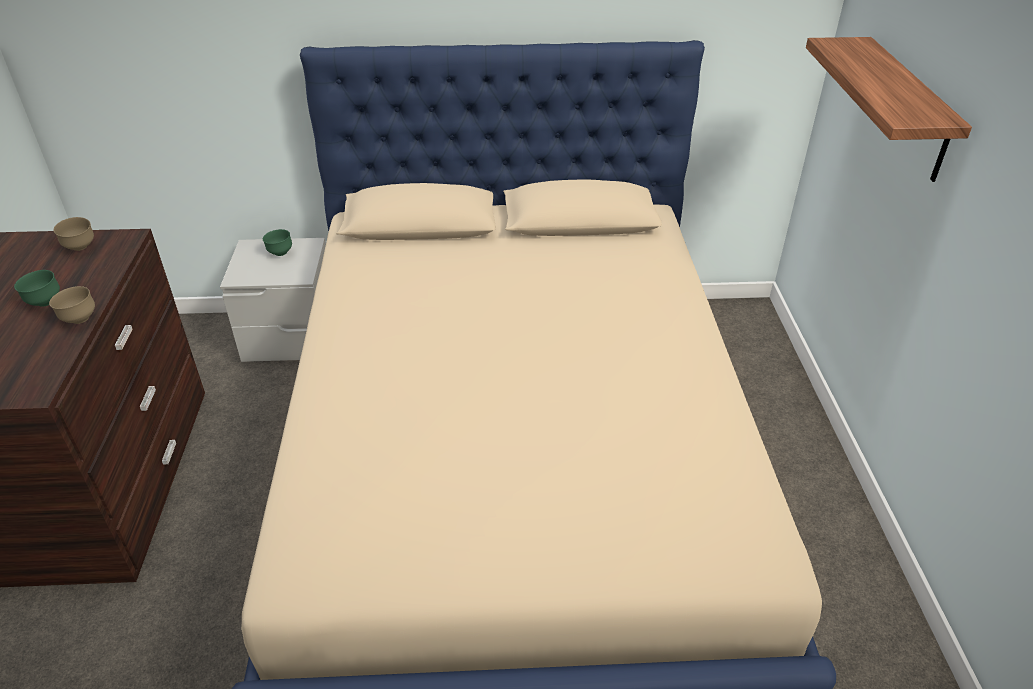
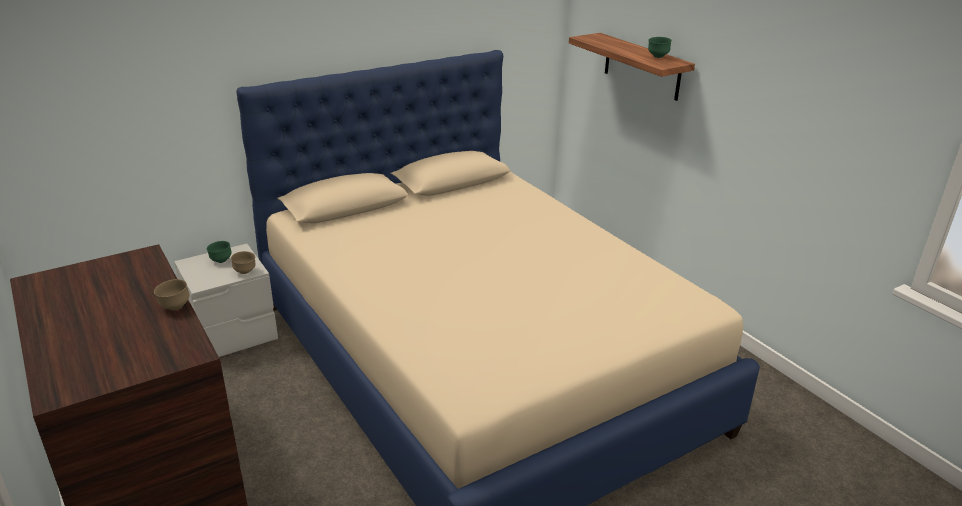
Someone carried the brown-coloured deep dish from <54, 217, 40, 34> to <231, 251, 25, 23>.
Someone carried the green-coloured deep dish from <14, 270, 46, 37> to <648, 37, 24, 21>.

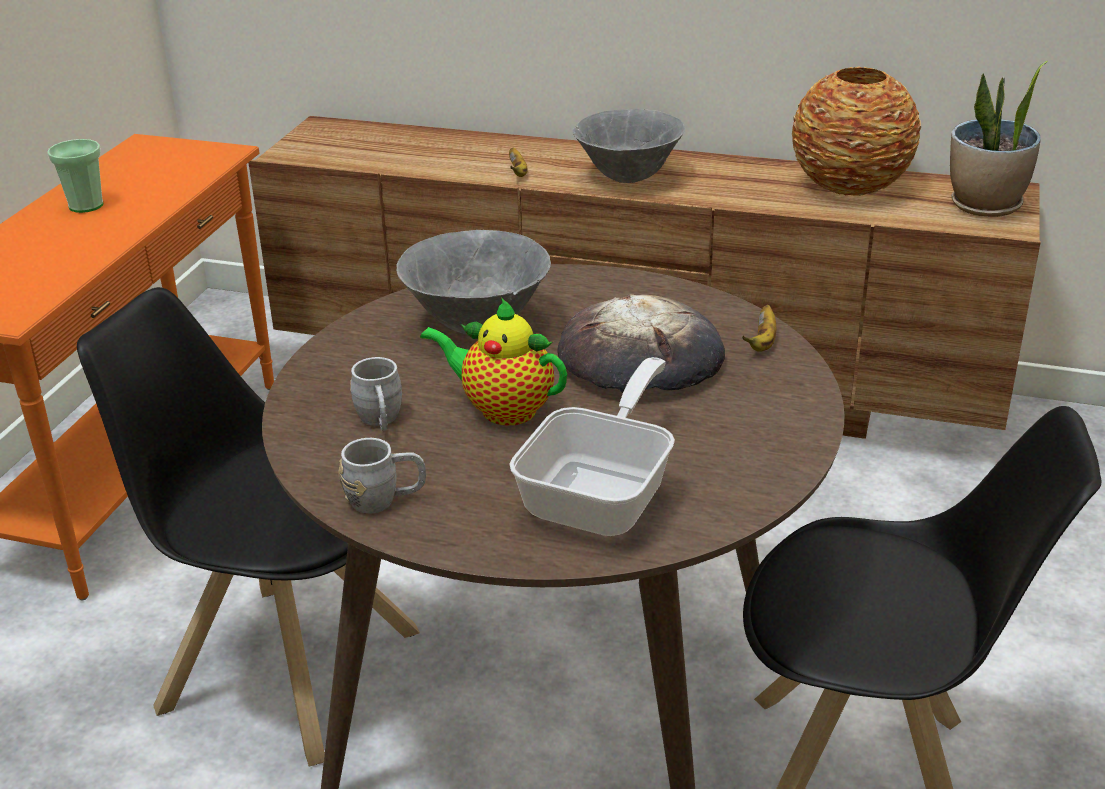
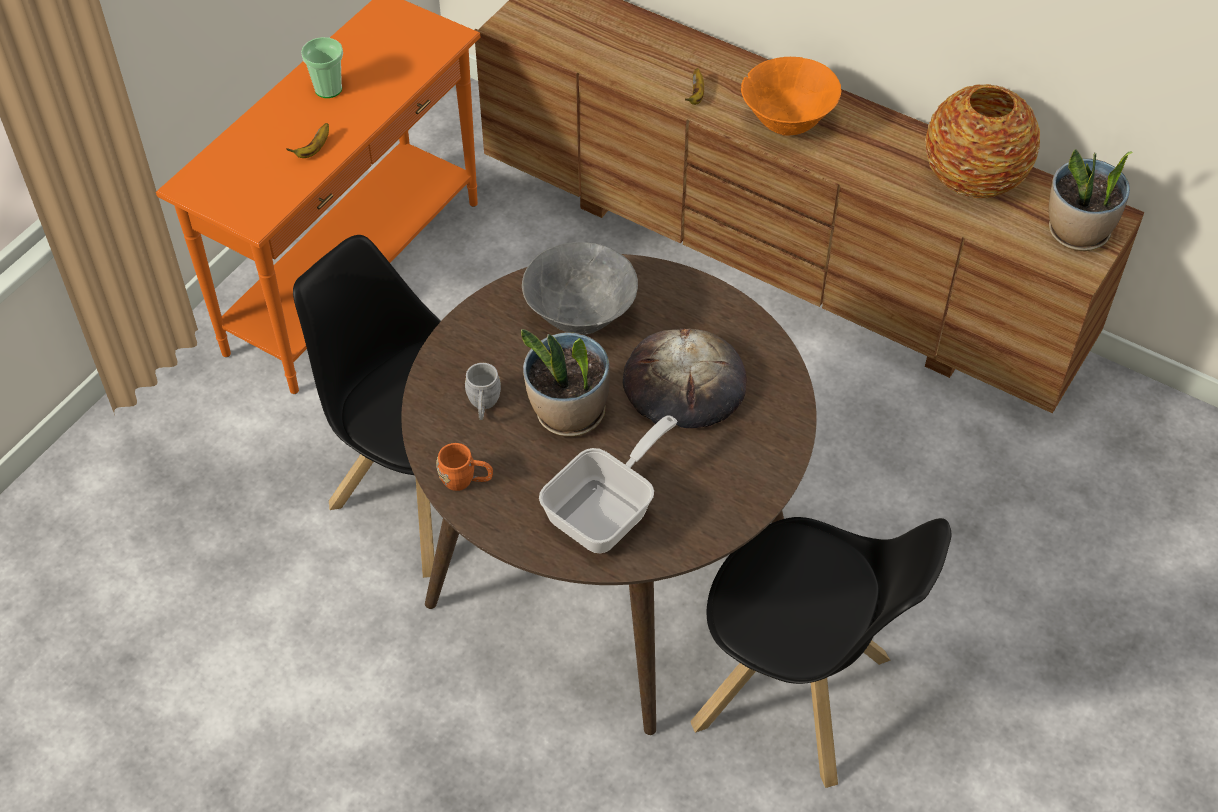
Someone repainted the gray deep dish at <573, 109, 112, 74>, which became the orange deep dish at <741, 57, 100, 79>.
Someone swapped the pot for tea at <420, 298, 147, 128> for the houseplant at <521, 329, 89, 108>.
Someone carried the banana fruit from <742, 305, 34, 46> to <286, 123, 43, 35>.
Someone repainted the gray tea mug at <338, 438, 88, 76>, which became the orange tea mug at <436, 443, 57, 48>.

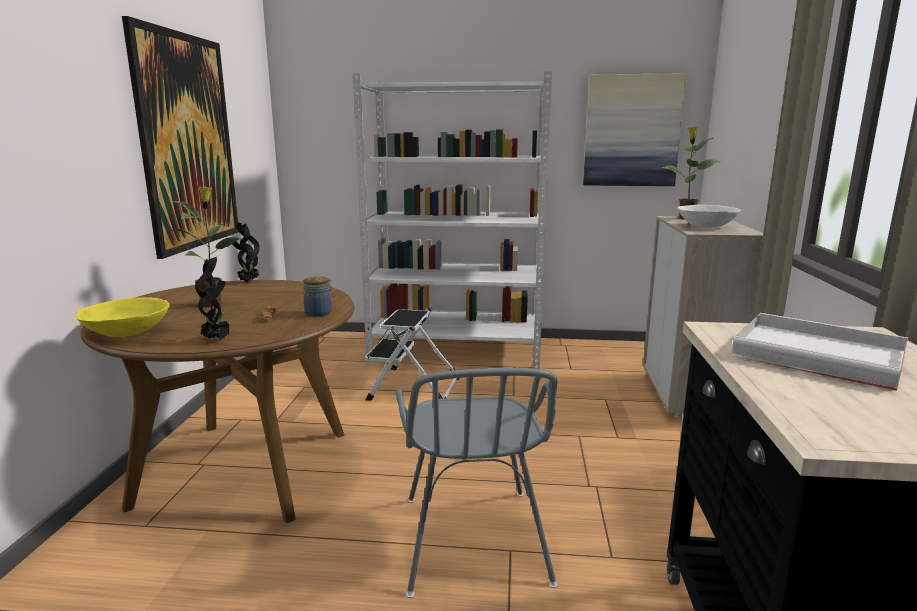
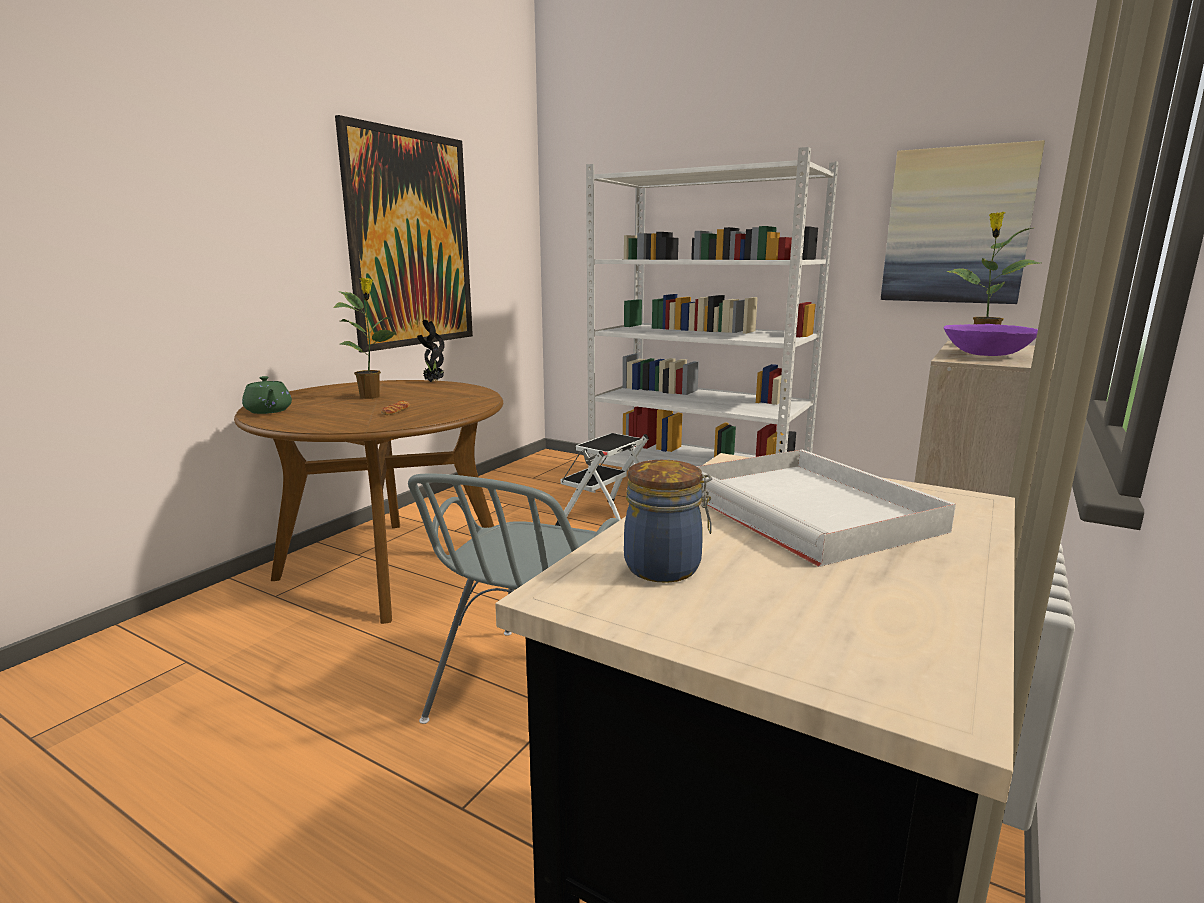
Someone repainted the white-coloured deep dish at <678, 204, 63, 24>, which became the purplish deep dish at <944, 324, 94, 32>.
Someone took away the houseplant at <195, 257, 36, 84>.
Someone carried the storage jar from <303, 276, 31, 41> to <624, 460, 88, 123>.
Someone swapped the yellow-coloured deep dish at <76, 297, 94, 40> for the green-coloured pot for tea at <242, 376, 50, 38>.

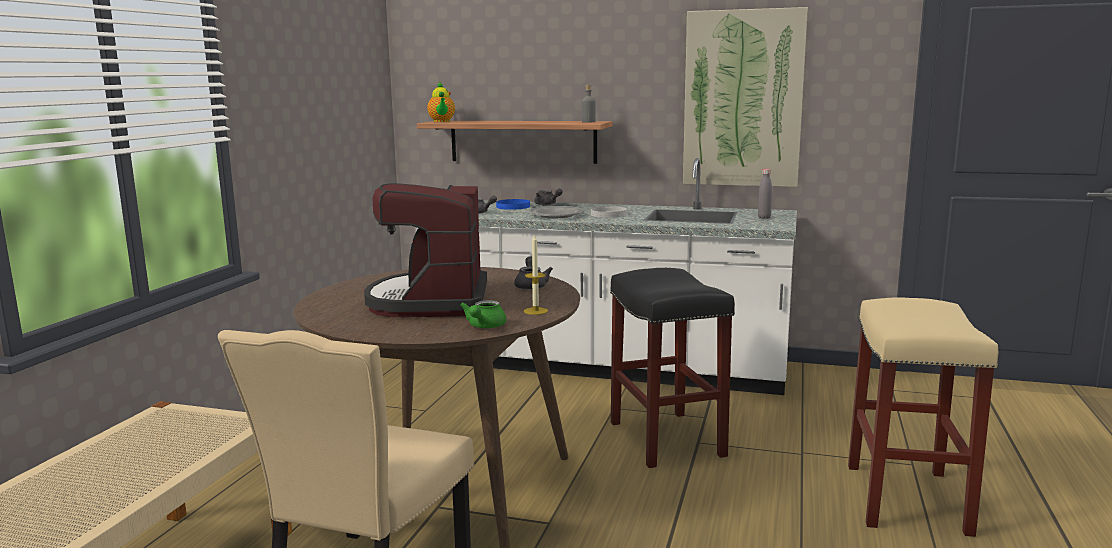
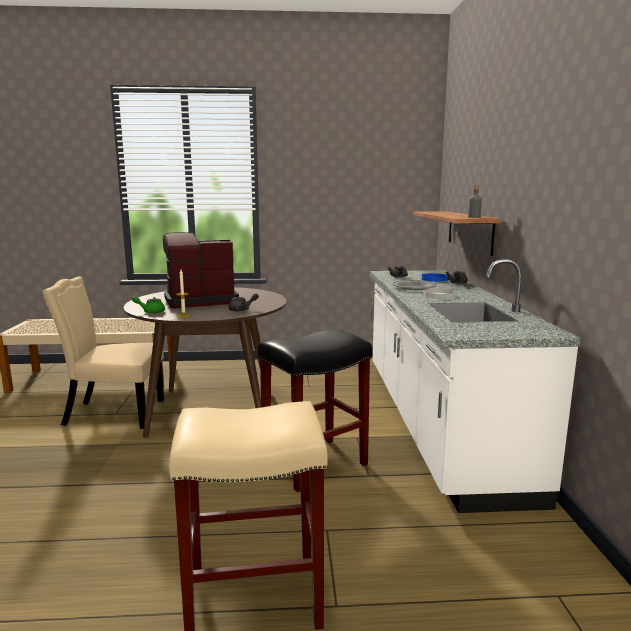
Someone took away the wall art at <683, 7, 125, 180>.
Someone took away the pot for tea at <427, 82, 28, 40>.
Someone took away the gray beverage bottle at <758, 169, 14, 50>.

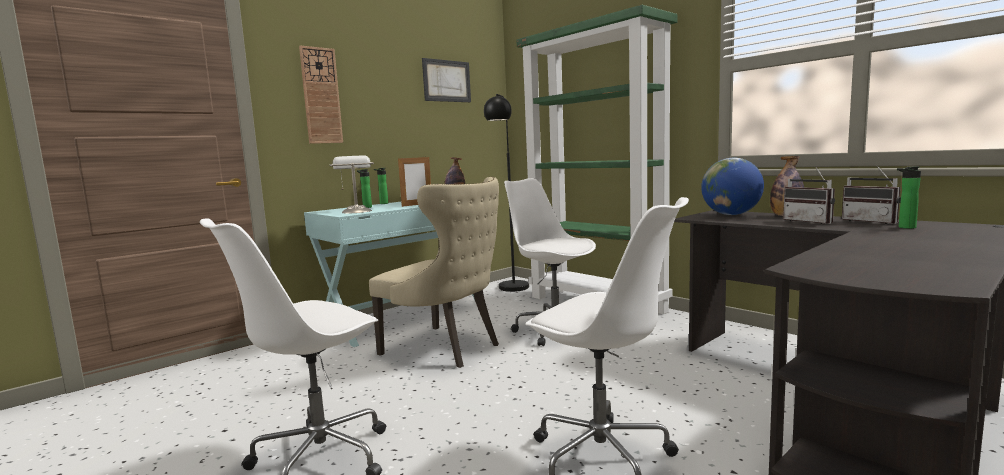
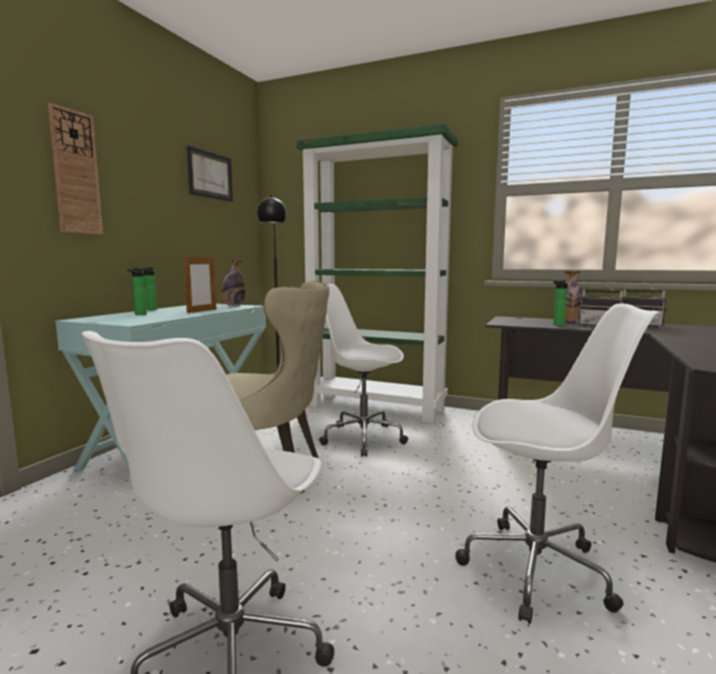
Someone took away the white-coloured table lamp at <329, 156, 45, 57>.
Someone took away the desk globe at <701, 158, 63, 57>.
Someone carried the beverage bottle from <897, 166, 24, 63> to <553, 280, 14, 46>.

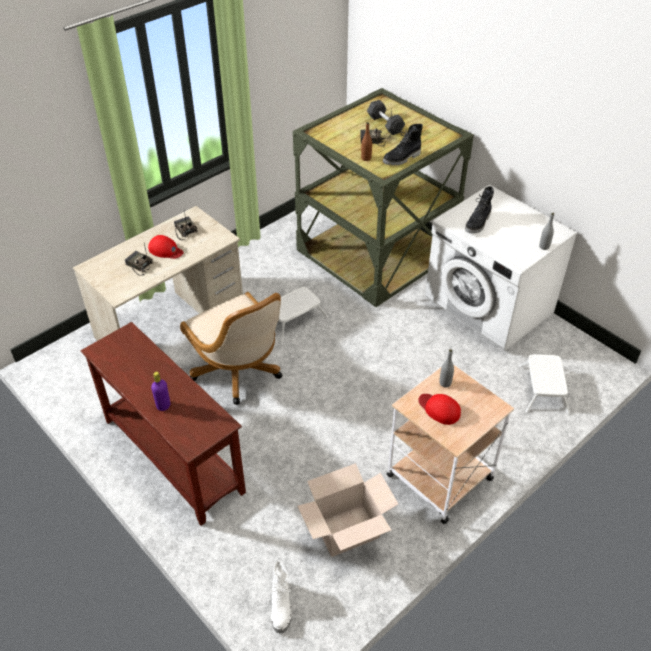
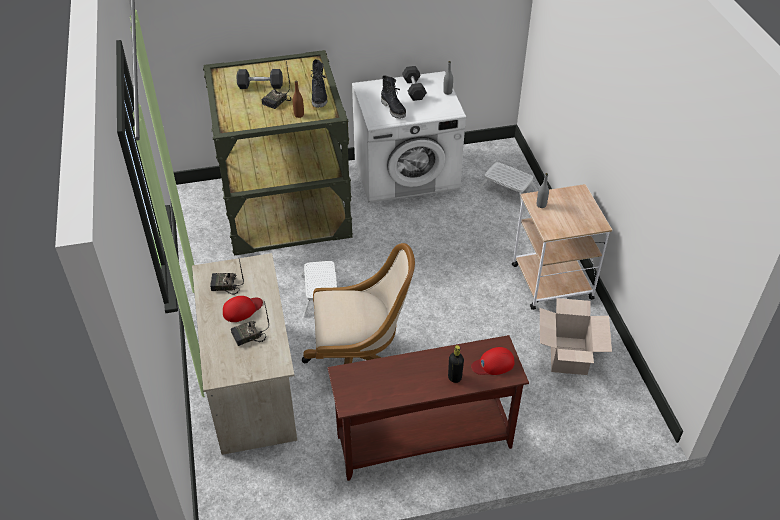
Someone repainted the purplish beverage bottle at <151, 372, 19, 39>, which became the black beverage bottle at <448, 345, 16, 38>.
Someone carried the red cap from <418, 394, 43, 31> to <471, 347, 43, 28>.
Someone took away the white-coloured high-top boot at <271, 561, 21, 73>.
Someone put down the gray free weight at <402, 66, 25, 35>.

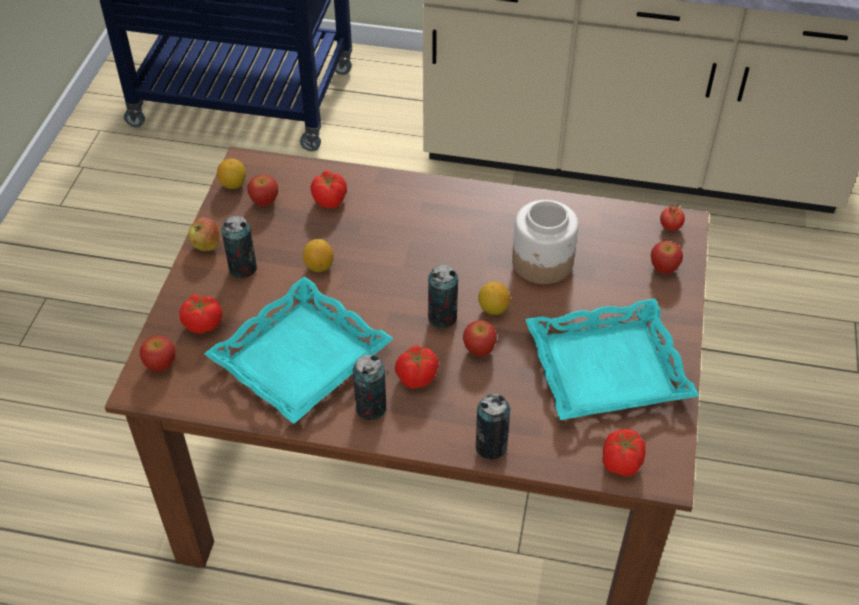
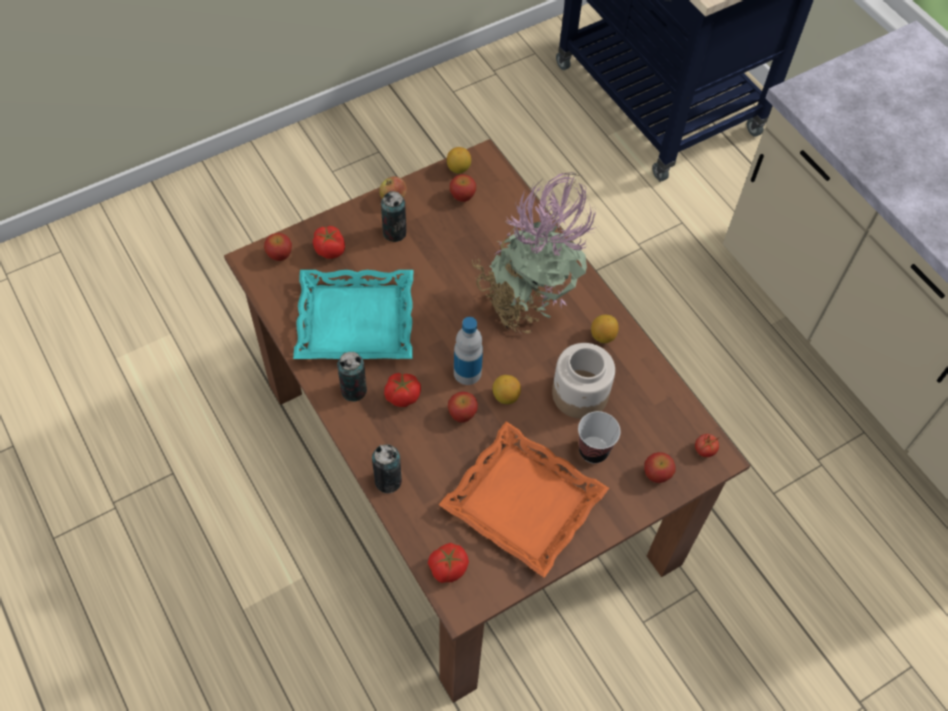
Someone took away the tomato at <311, 171, 36, 37>.
Someone carried the whole lemon from <303, 239, 31, 33> to <591, 315, 28, 28>.
Someone swapped the metal can at <428, 265, 30, 63> for the beverage bottle at <454, 317, 29, 68>.
Someone repainted the turquoise carrying tray at <525, 299, 174, 121>, which became the orange carrying tray at <439, 421, 170, 157>.
Someone put down the houseplant at <472, 172, 124, 162>.
Someone put down the drinking cup at <578, 411, 42, 52>.

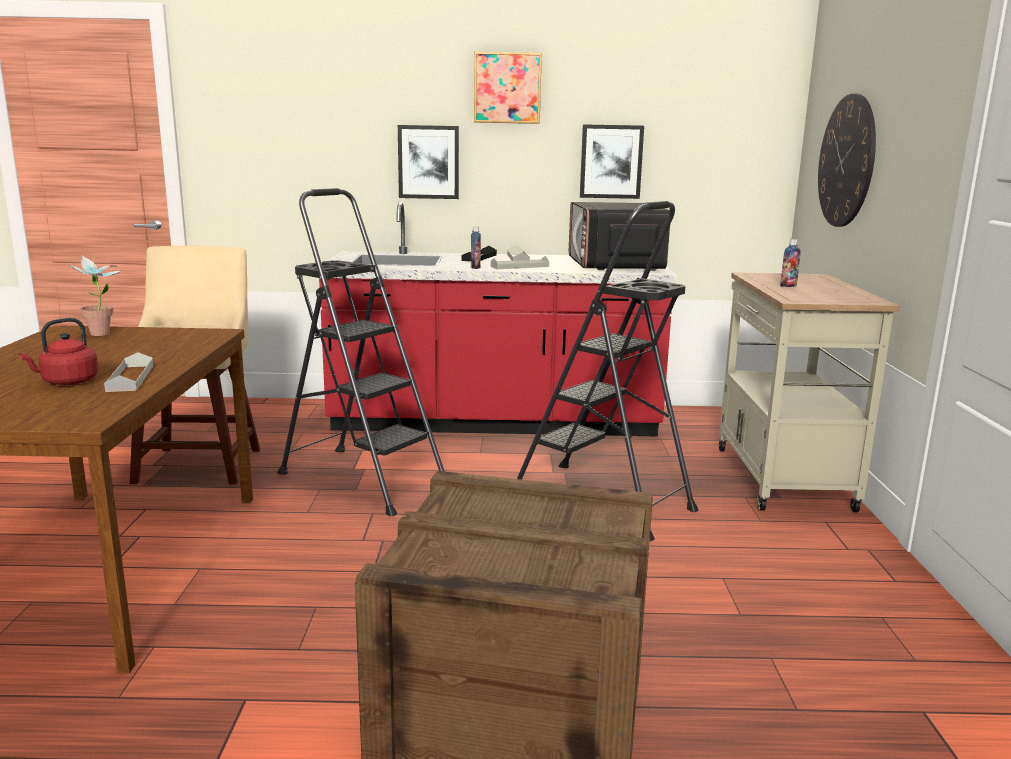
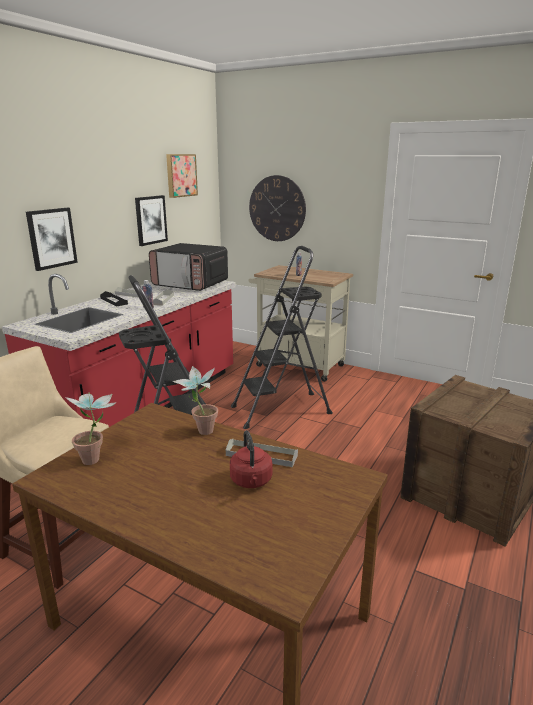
Someone carried the wall art from <474, 52, 68, 72> to <166, 154, 32, 44>.
Someone put down the houseplant at <172, 366, 46, 69>.

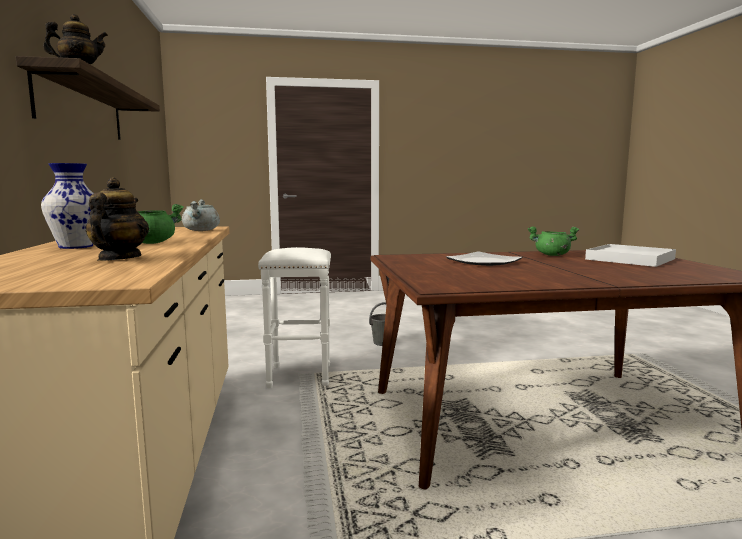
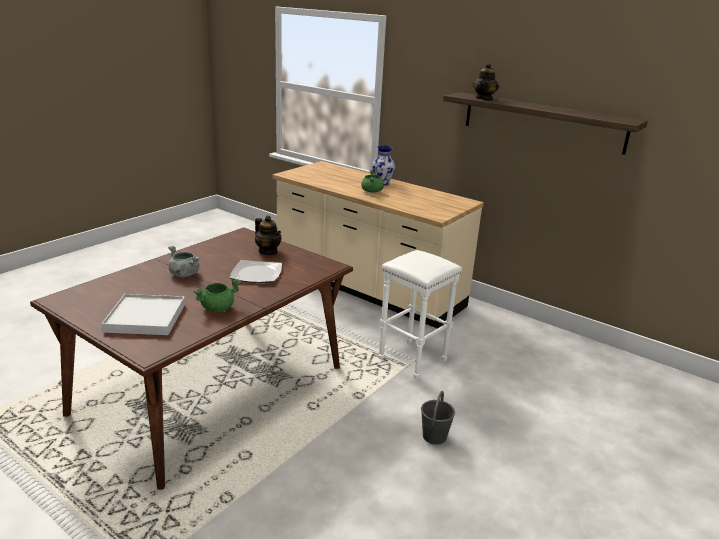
Someone carried the pot for tea from <86, 177, 63, 84> to <255, 215, 27, 40>.
Someone carried the gray cooking pot from <182, 199, 38, 32> to <168, 246, 32, 31>.

